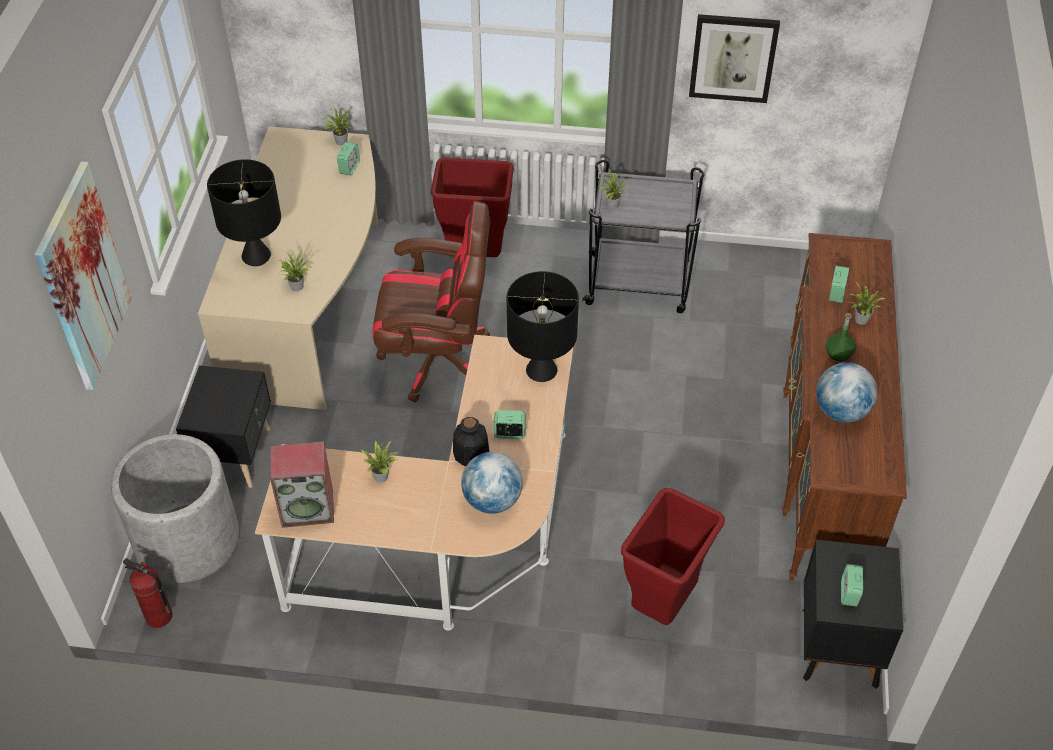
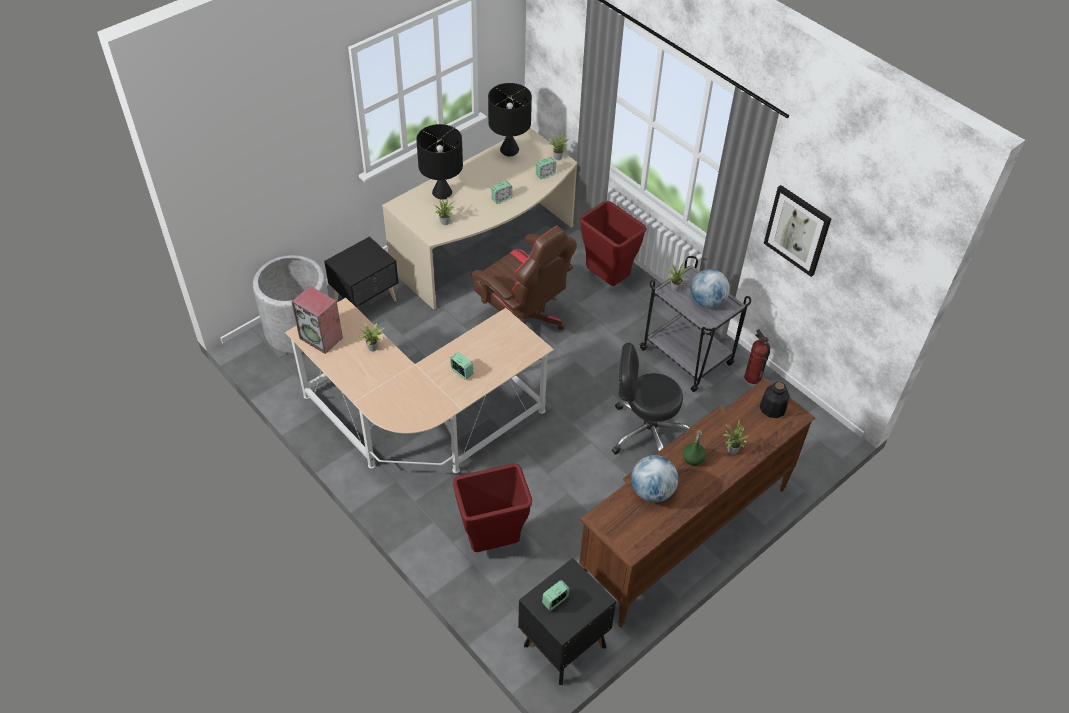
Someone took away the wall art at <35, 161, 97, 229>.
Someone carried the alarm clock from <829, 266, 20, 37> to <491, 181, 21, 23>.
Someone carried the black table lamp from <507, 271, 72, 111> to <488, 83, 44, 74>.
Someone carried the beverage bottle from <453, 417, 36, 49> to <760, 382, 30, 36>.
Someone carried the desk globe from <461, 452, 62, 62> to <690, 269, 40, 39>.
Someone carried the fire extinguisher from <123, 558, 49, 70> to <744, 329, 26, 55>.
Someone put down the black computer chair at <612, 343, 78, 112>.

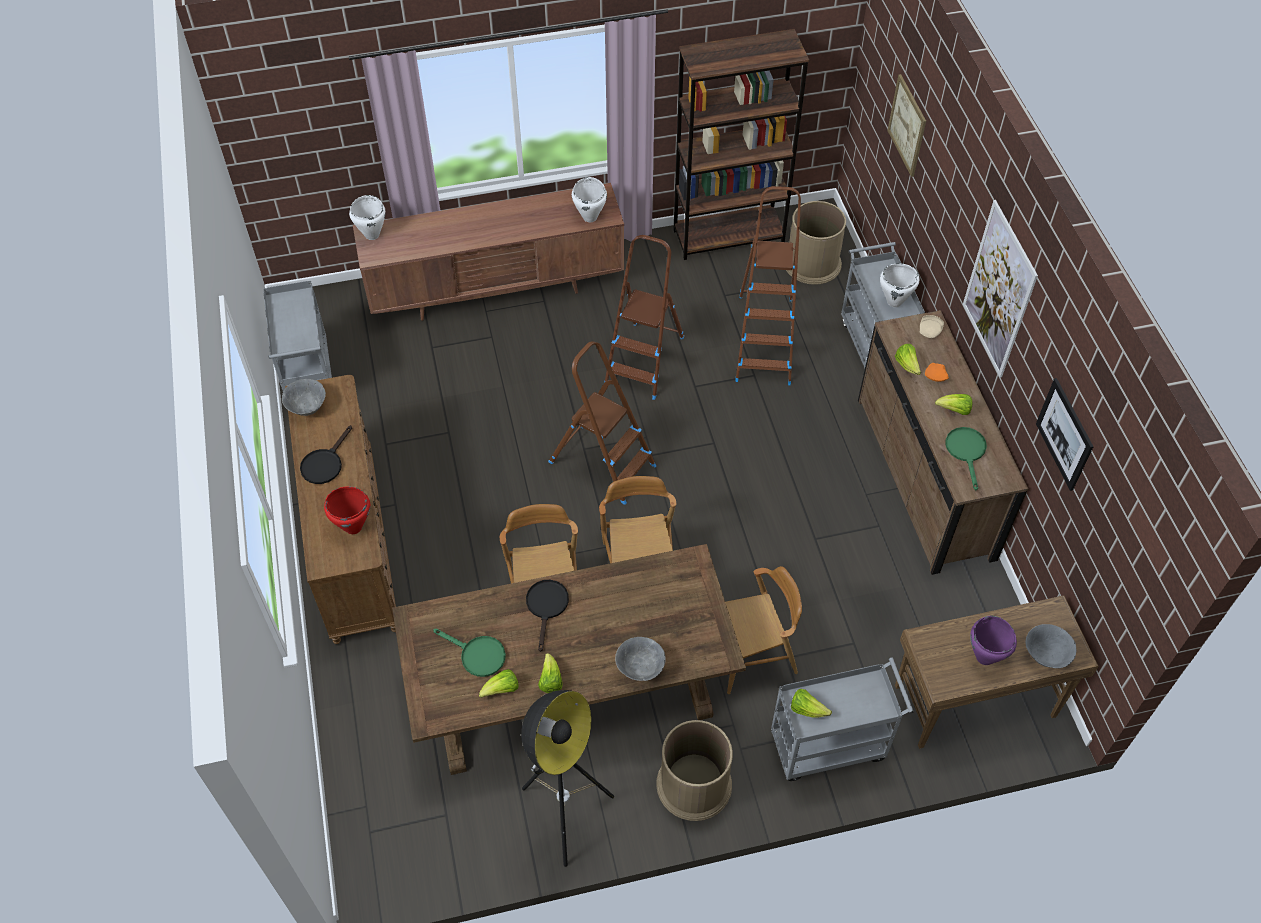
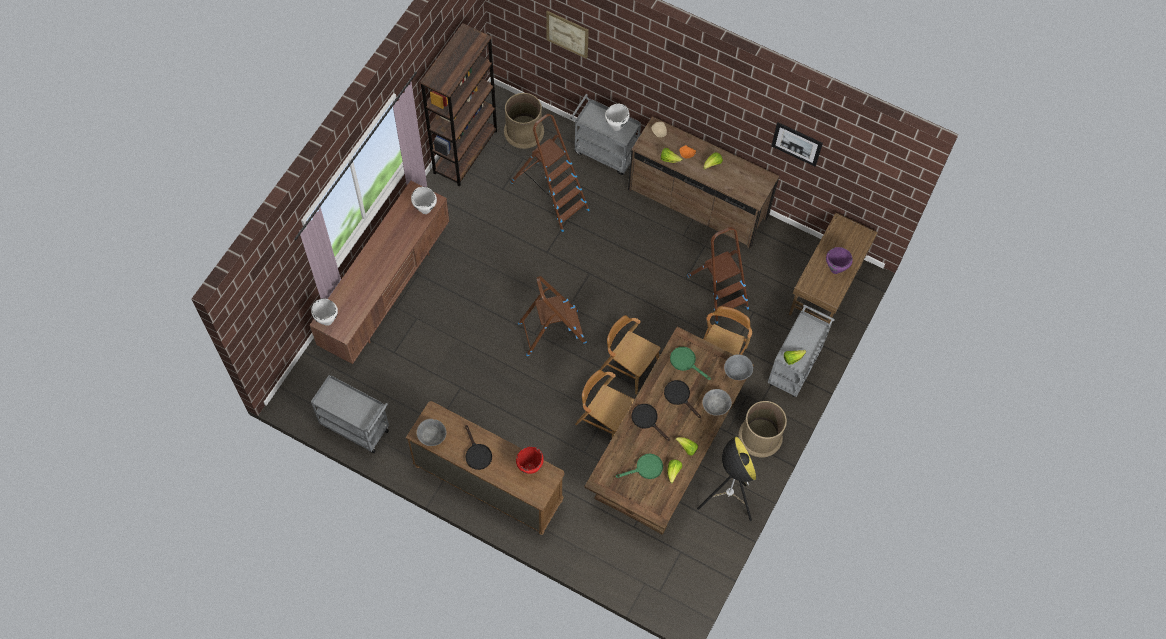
Someone took away the wall art at <963, 200, 75, 178>.
Someone carried the brown-coloured step ladder from <604, 235, 80, 165> to <687, 227, 62, 97>.
Someone carried the green-coloured frying pan from <945, 427, 42, 64> to <670, 347, 41, 33>.
Someone carried the gray deep dish from <1026, 624, 50, 44> to <724, 354, 29, 26>.
Someone put down the black frying pan at <664, 380, 37, 38>.

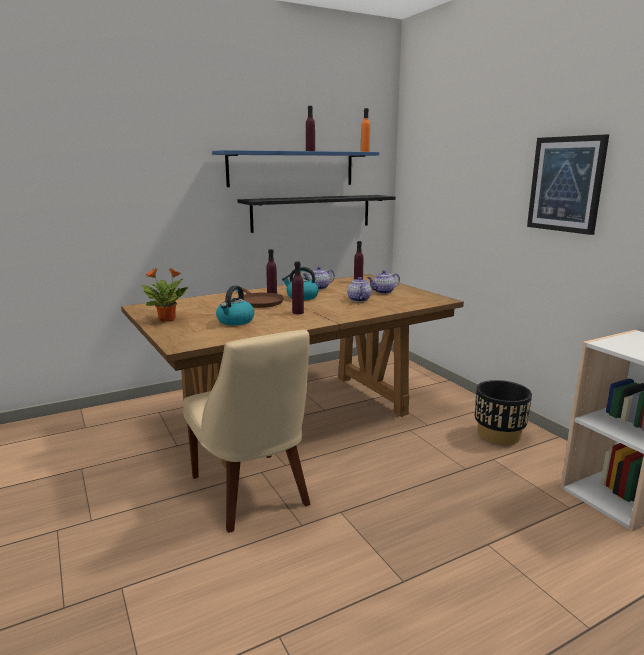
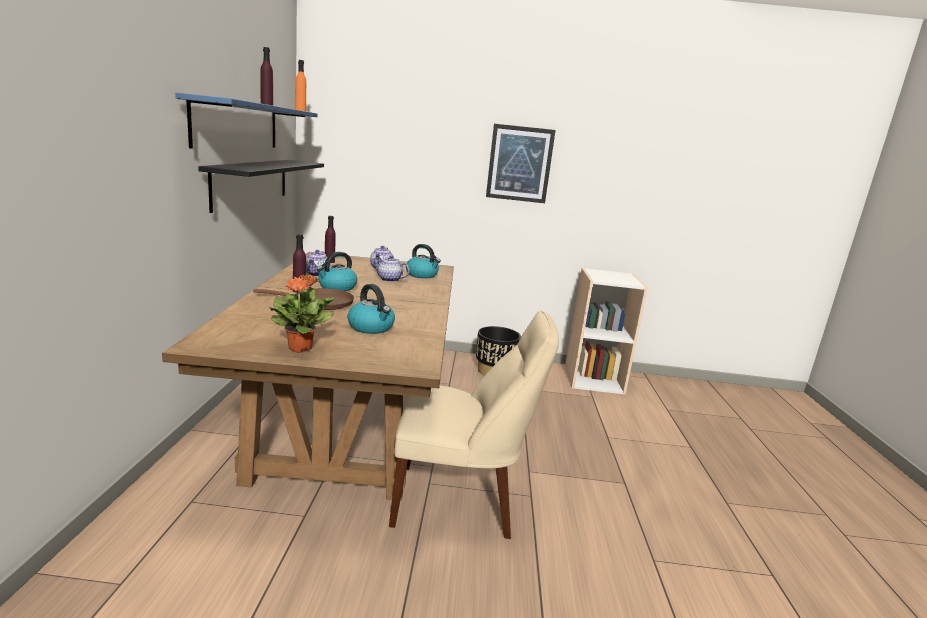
Someone took away the purplish beverage bottle at <292, 261, 12, 53>.
Someone put down the water kettle at <406, 244, 35, 34>.

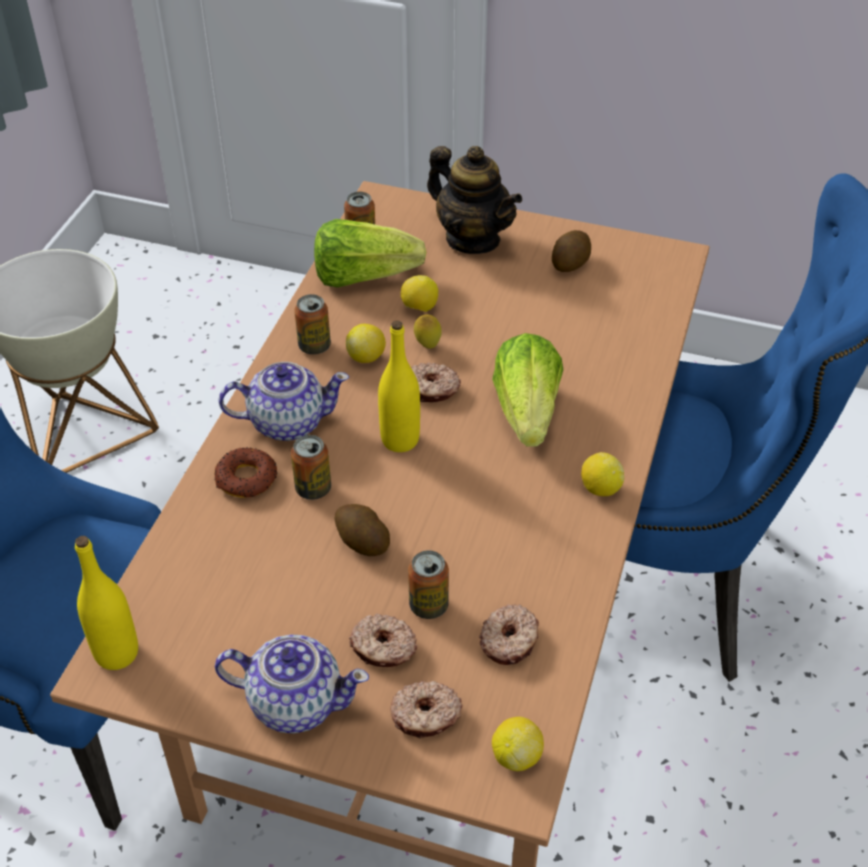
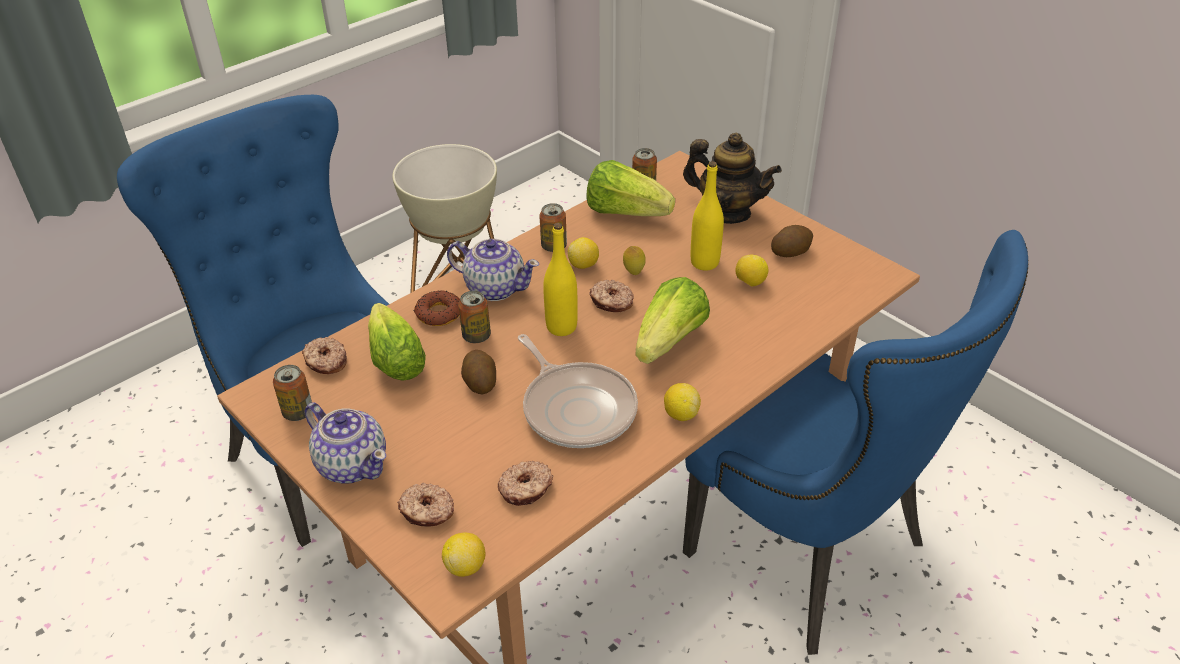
Someone rotated the pot for tea at <427, 146, 95, 108> by 45 degrees counterclockwise.
Someone carried the whole lemon from <401, 275, 37, 37> to <735, 255, 34, 32>.
Someone carried the yellow-coloured beverage bottle from <75, 536, 63, 134> to <691, 161, 33, 110>.
Someone carried the metal can from <408, 550, 41, 69> to <273, 365, 39, 56>.
Someone carried the doughnut from <349, 613, 68, 54> to <302, 337, 45, 37>.
Someone put down the lettuce head at <368, 303, 58, 78>.
Someone put down the frying pan at <518, 334, 120, 114>.

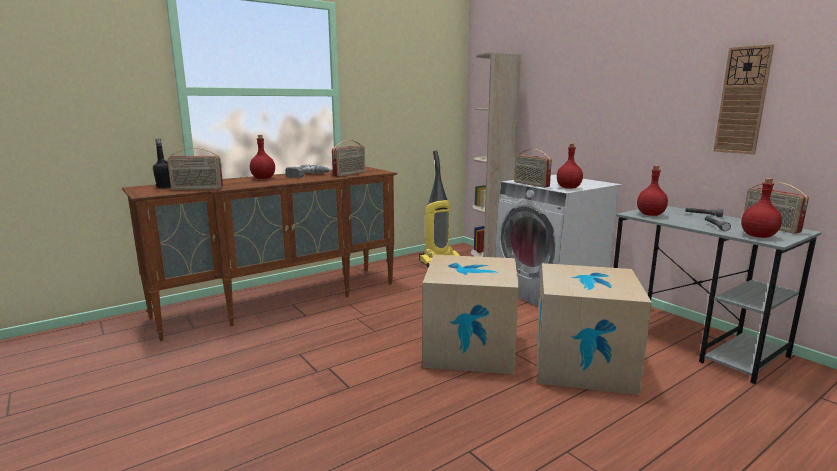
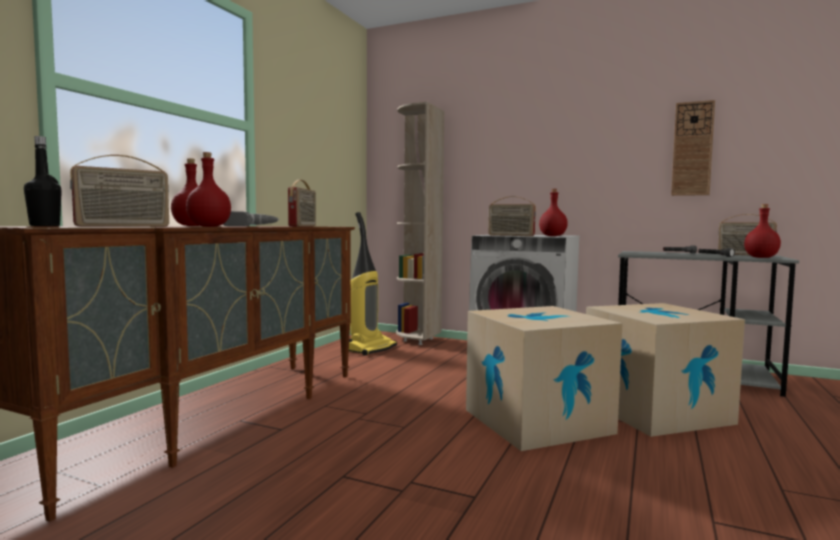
Someone carried the red beverage bottle from <637, 166, 31, 50> to <186, 152, 45, 75>.

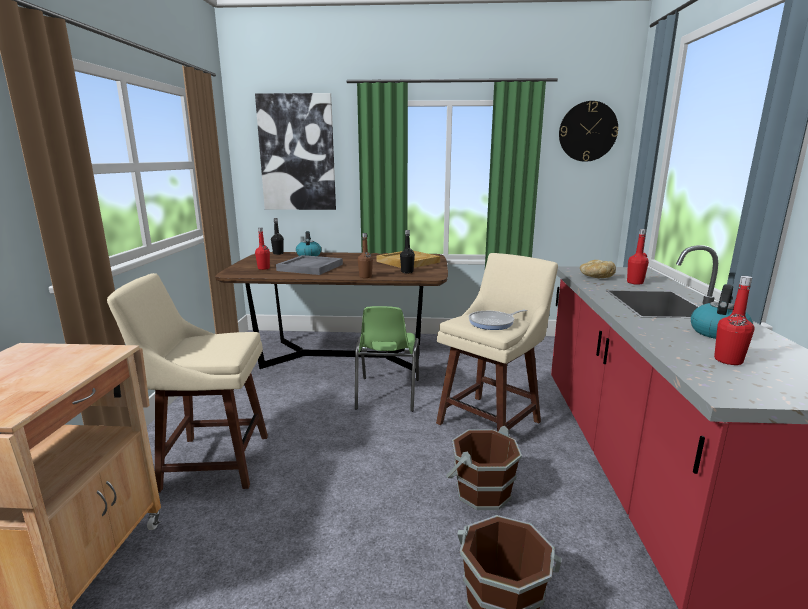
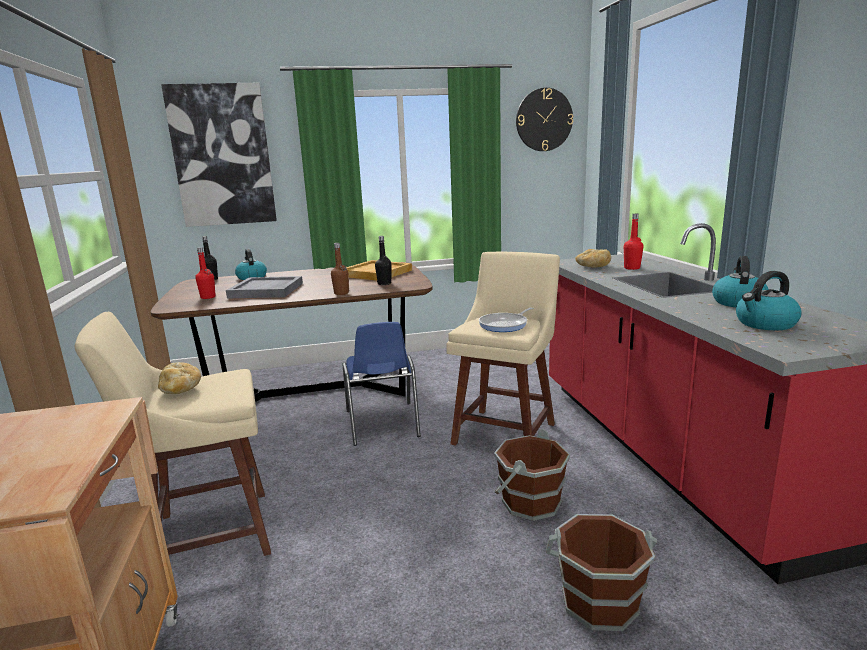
Someone swapped the red beverage bottle at <714, 276, 40, 89> for the water kettle at <736, 271, 66, 59>.
Someone repainted the green-coloured chair at <355, 306, 64, 106>, which became the blue-coloured chair at <342, 322, 79, 124>.
Someone put down the bakery bread at <158, 362, 43, 32>.

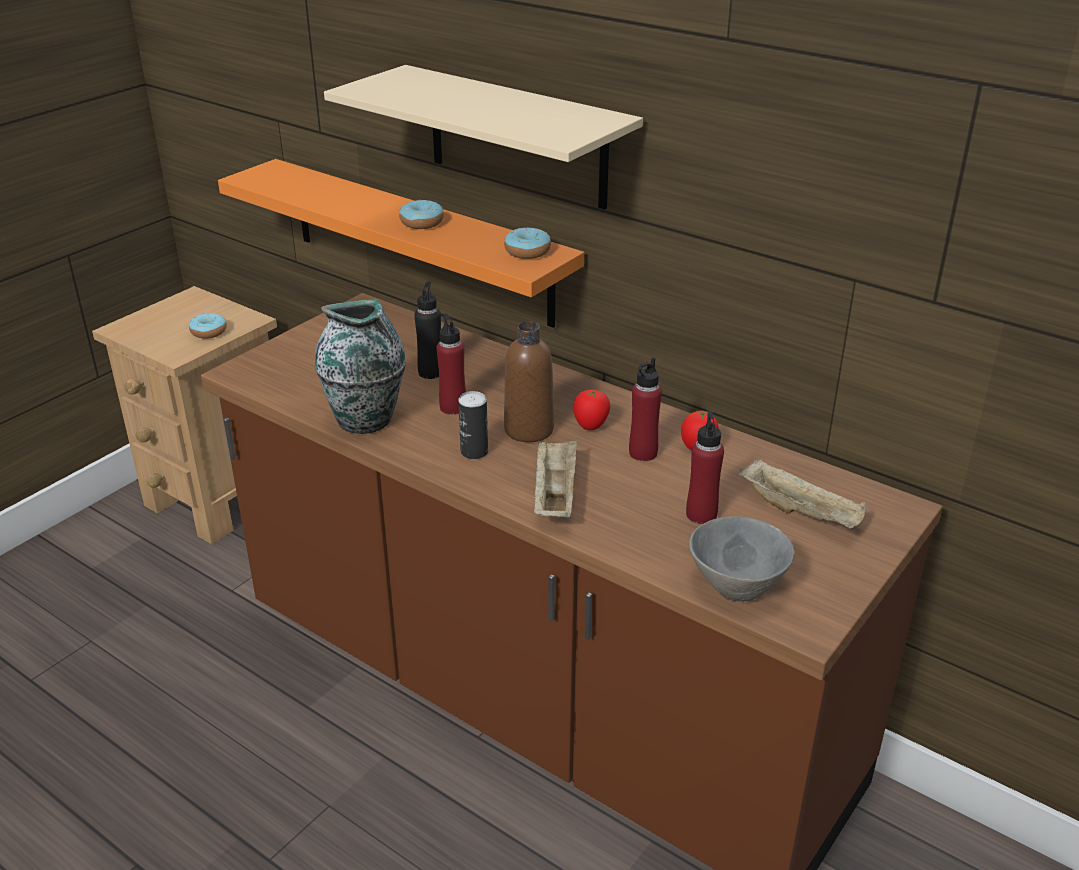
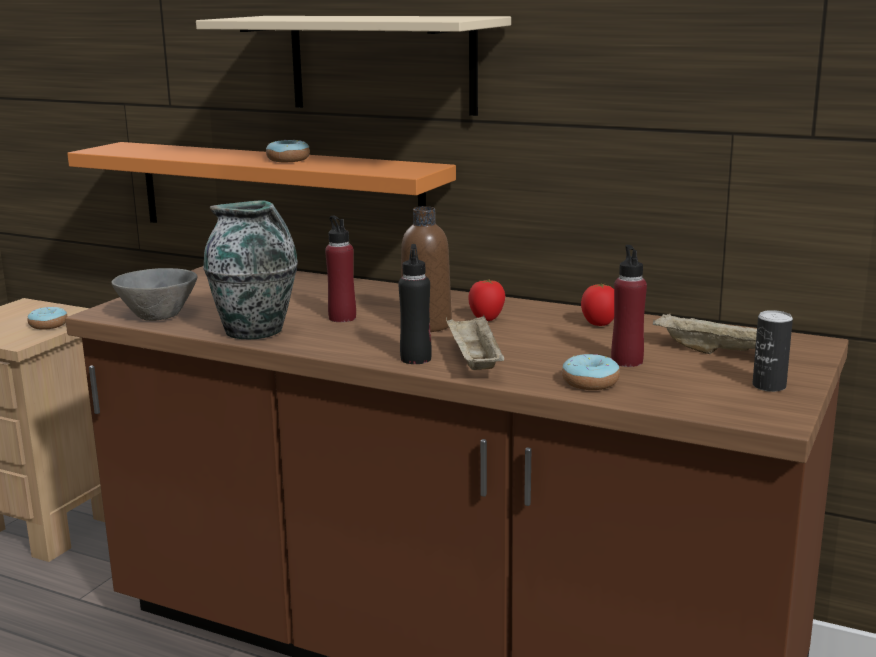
Someone carried the doughnut from <504, 228, 47, 31> to <562, 354, 58, 36>.
Someone carried the black beverage bottle from <414, 281, 27, 98> to <398, 244, 34, 120>.
Someone took away the red beverage bottle at <629, 357, 33, 104>.
Someone carried the metal can from <458, 391, 30, 68> to <752, 310, 41, 82>.
Someone carried the gray deep dish from <689, 516, 105, 85> to <111, 268, 86, 53>.

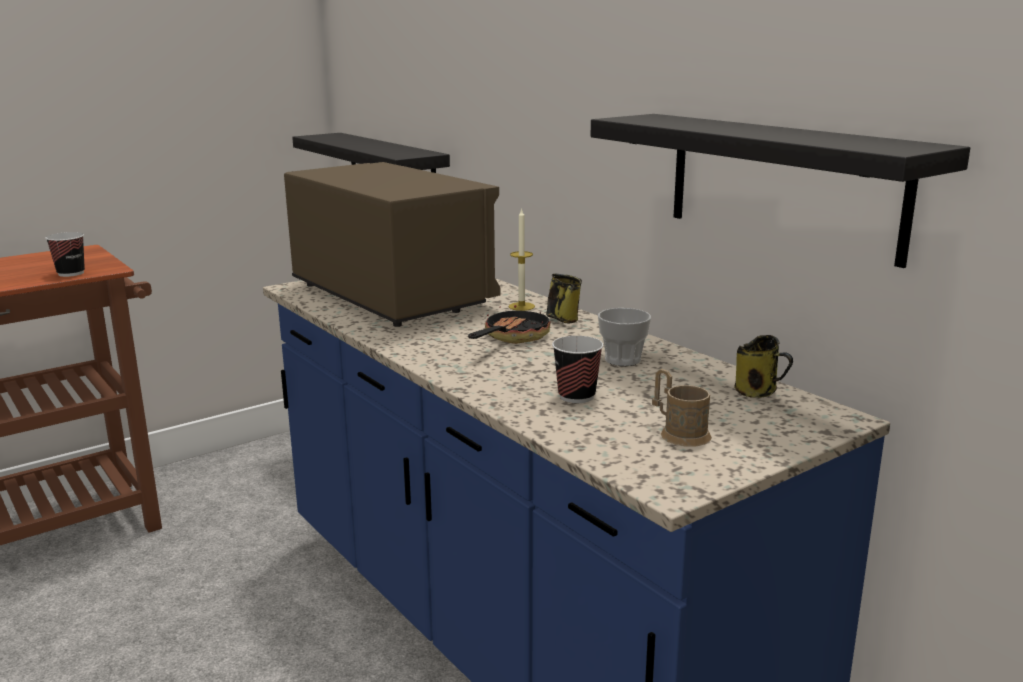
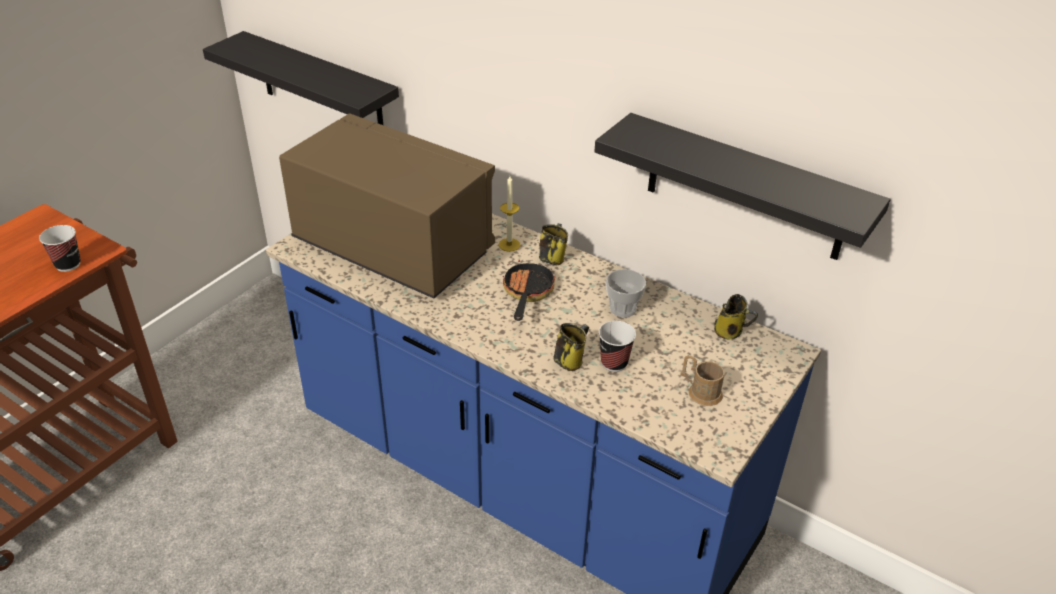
Someone put down the tea mug at <553, 323, 36, 48>.

